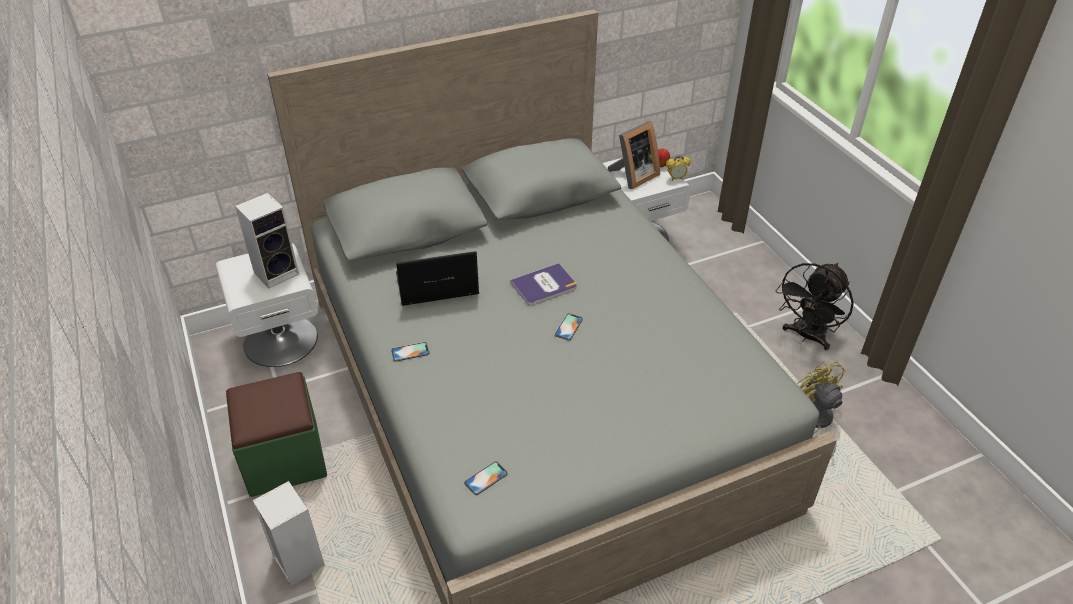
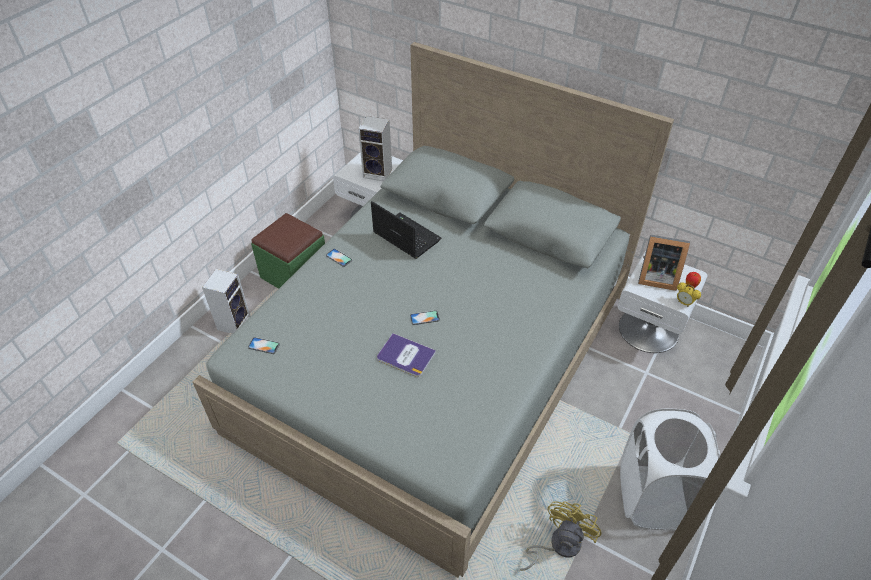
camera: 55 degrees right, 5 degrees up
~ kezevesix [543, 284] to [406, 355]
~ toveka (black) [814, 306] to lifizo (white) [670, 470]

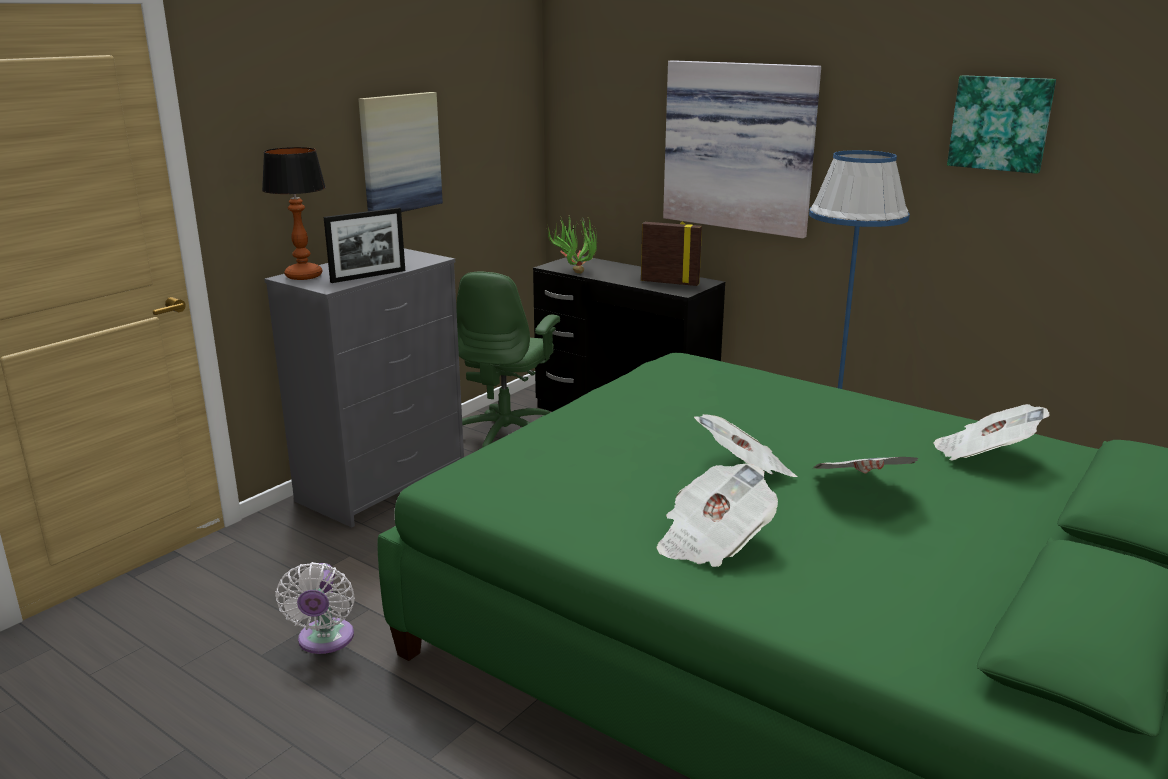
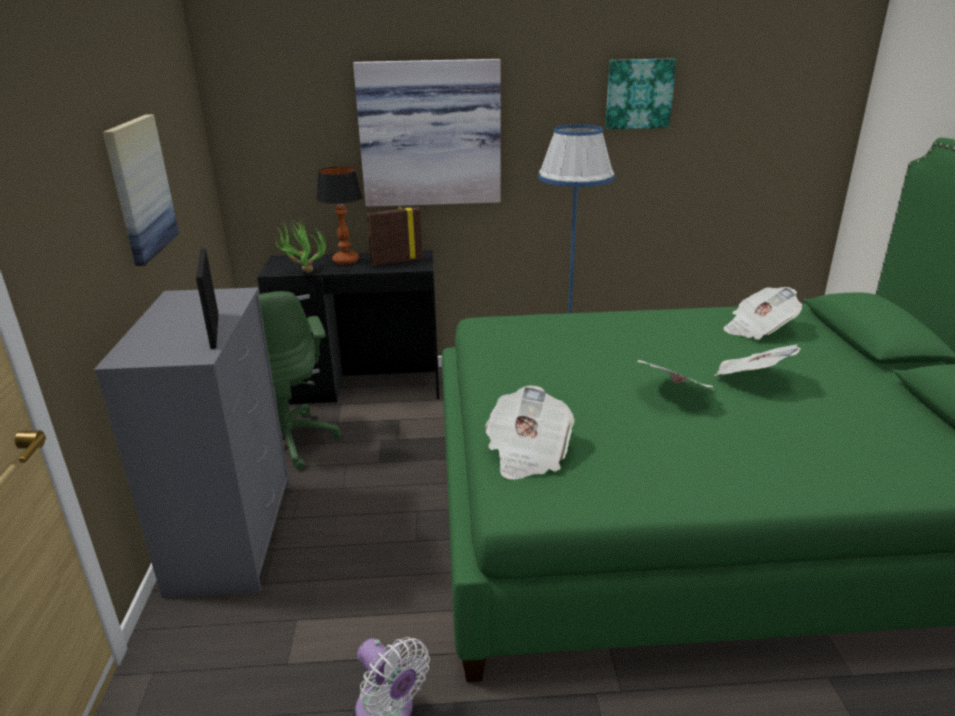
camera: 40 degrees left, 5 degrees up
~ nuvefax [294, 213] to [339, 215]
~ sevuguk [364, 245] = [207, 298] 150 degrees clockwise
~ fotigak [717, 515] to [530, 432]

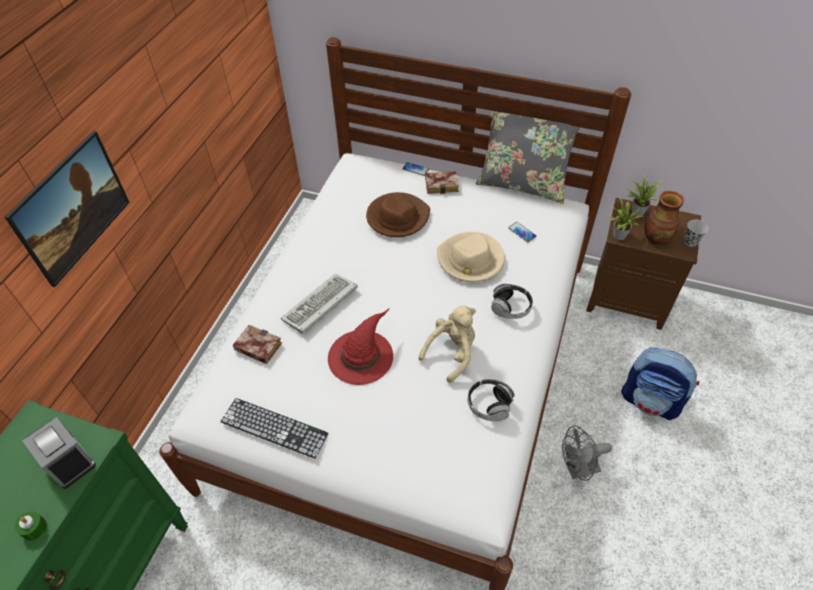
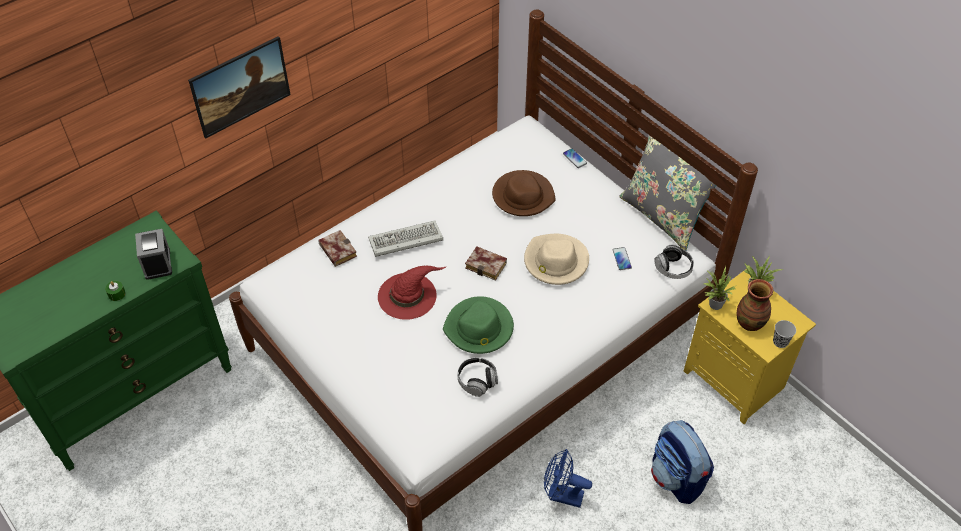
camera: 30 degrees right, 0 degrees up
~ kezevesix [442, 182] to [486, 263]
~ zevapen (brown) [643, 264] to zevapen (yellow) [750, 346]
~ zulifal [512, 301] to [674, 261]
~ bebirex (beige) [447, 344] to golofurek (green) [478, 325]
- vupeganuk [274, 428]
~ toveka (grey) [587, 453] to toveka (blue) [568, 478]

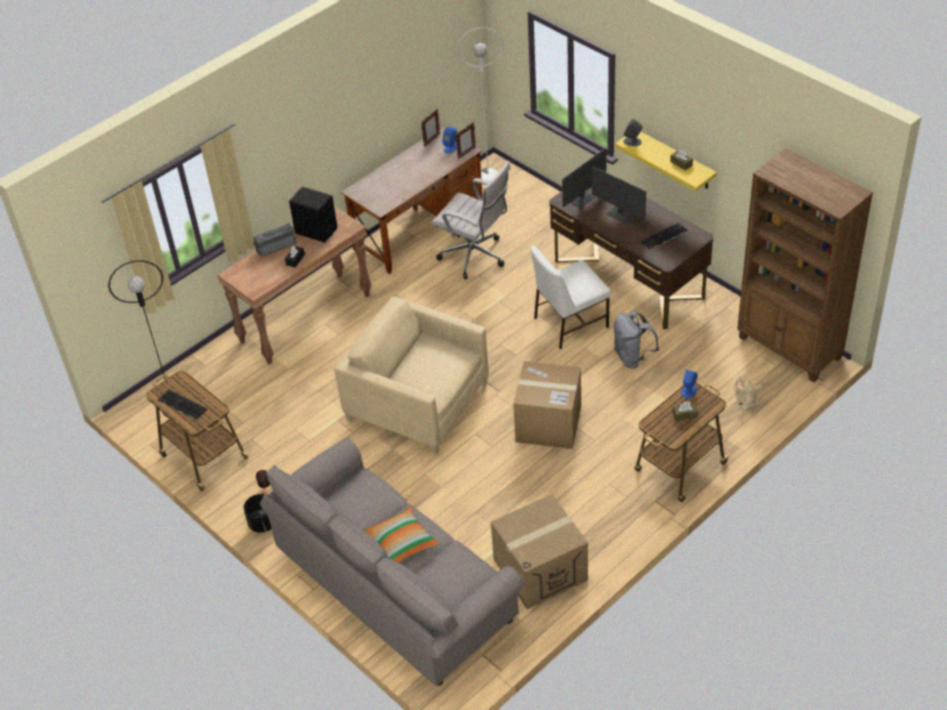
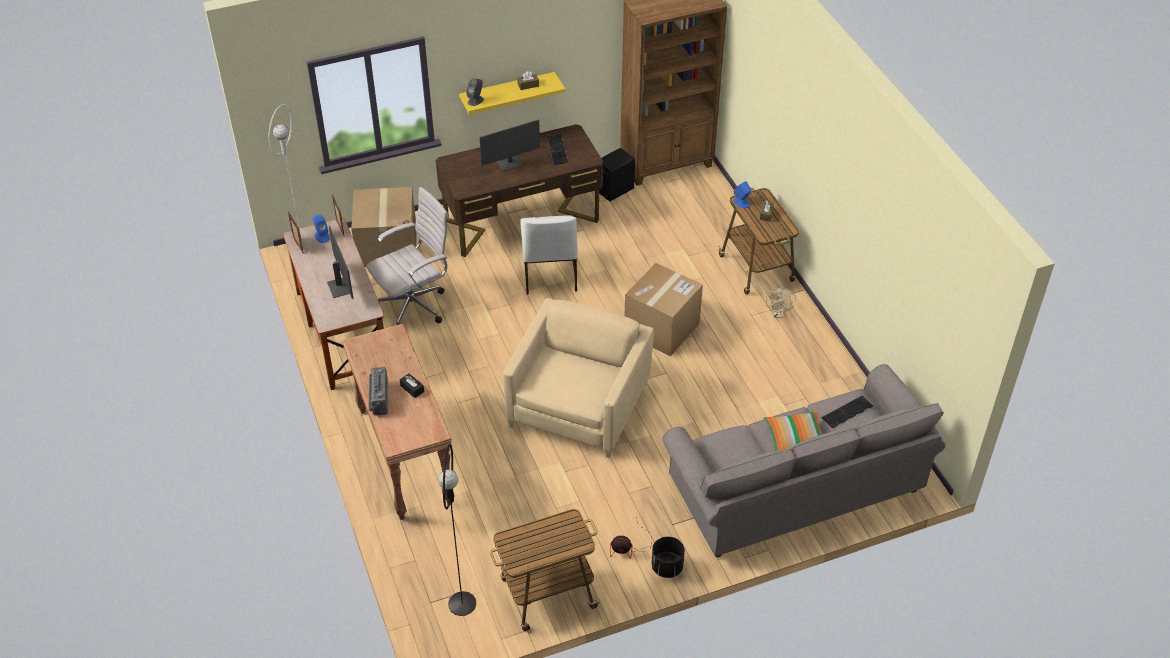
camera: 70 degrees left, 0 degrees up
~ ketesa [584, 178] to [340, 262]
~ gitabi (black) [313, 215] to [617, 174]
~ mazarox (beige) [411, 376] = [578, 378] 150 degrees clockwise
- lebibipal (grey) [636, 339]
~ toveka (beige) [748, 393] to [781, 303]
~ vupeganuk [182, 405] to [847, 412]
~ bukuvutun [539, 551] to [383, 227]

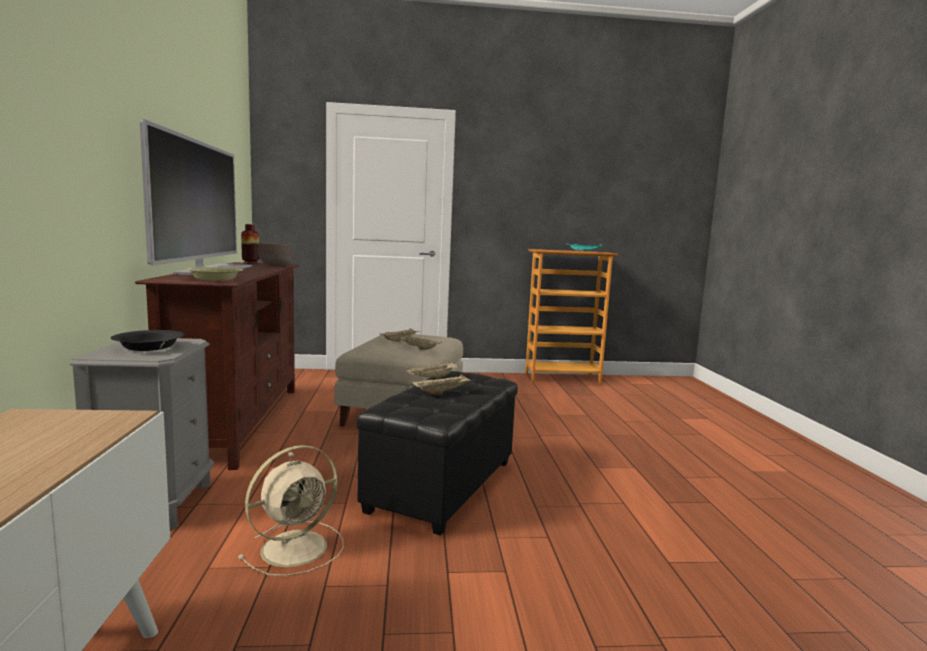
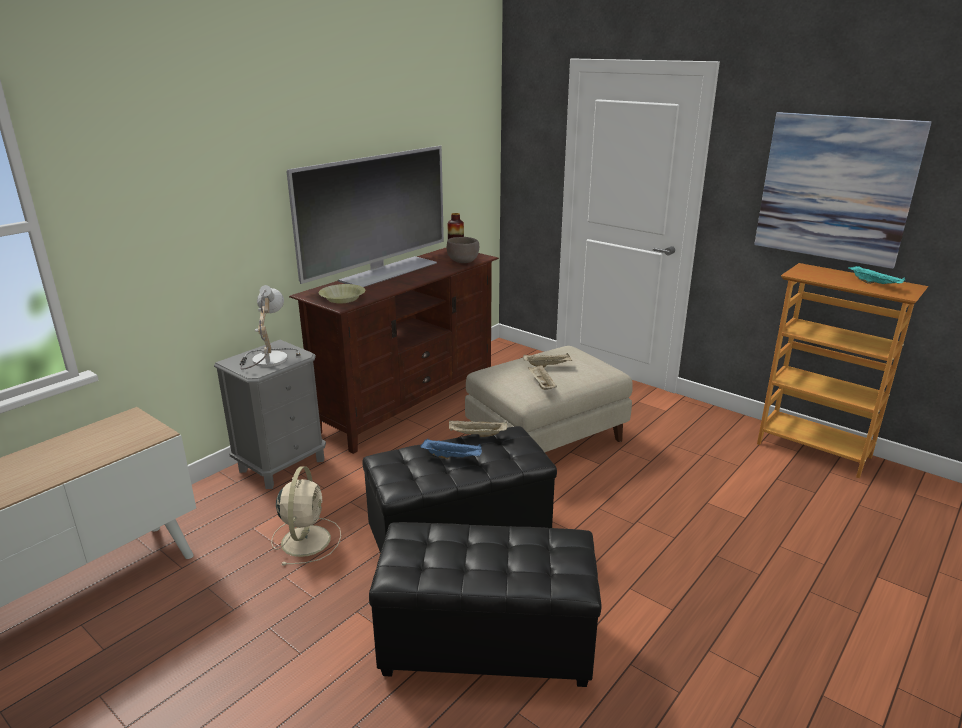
camera: 45 degrees right, 15 degrees up
~ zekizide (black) [148, 340] to nuvefax [270, 327]
~ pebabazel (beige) [443, 384] to pebabazel (blue) [451, 449]
~ toveka (beige) [291, 510] = [306, 516] 90 degrees counterclockwise
+ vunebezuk [843, 190]
+ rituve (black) [485, 604]

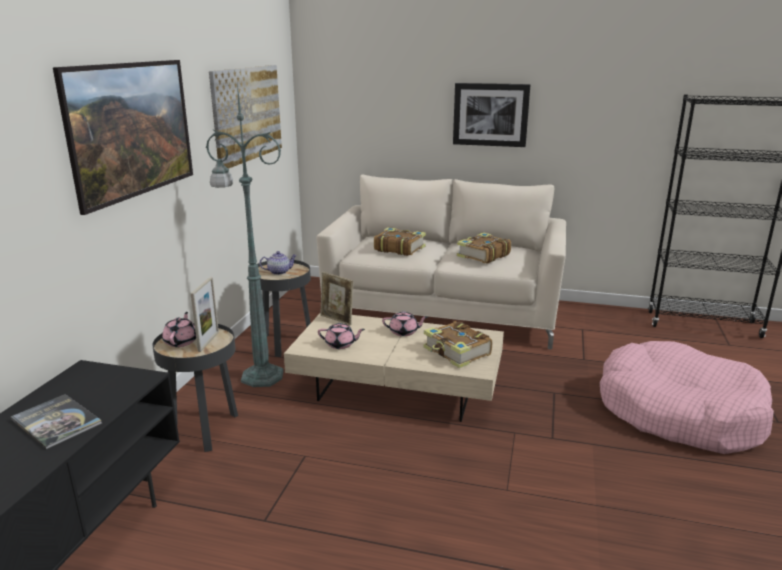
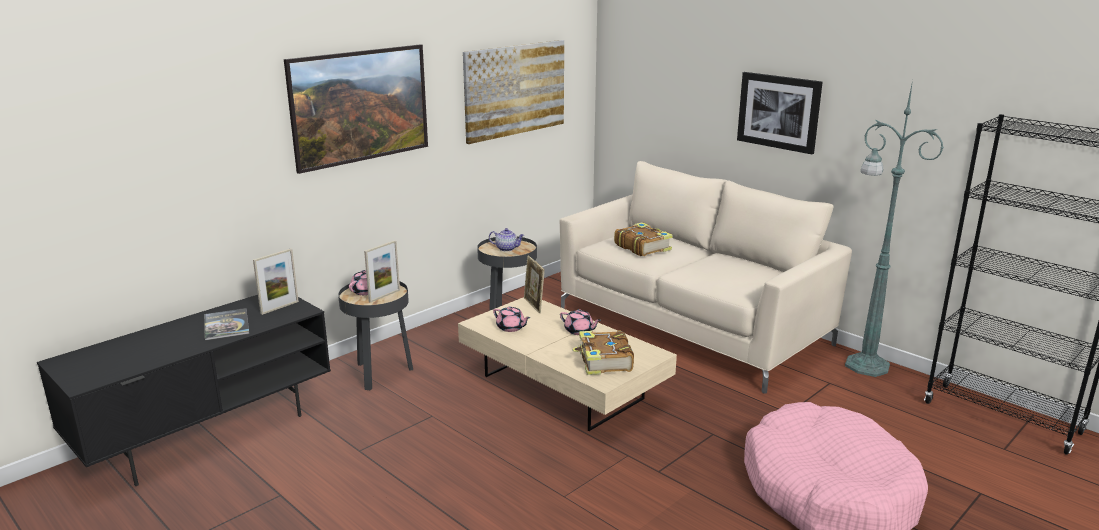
camera: 30 degrees right, 0 degrees up
~ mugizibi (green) [245, 235] to [894, 228]
- kezevesix [484, 248]
+ sevuguk [276, 281]

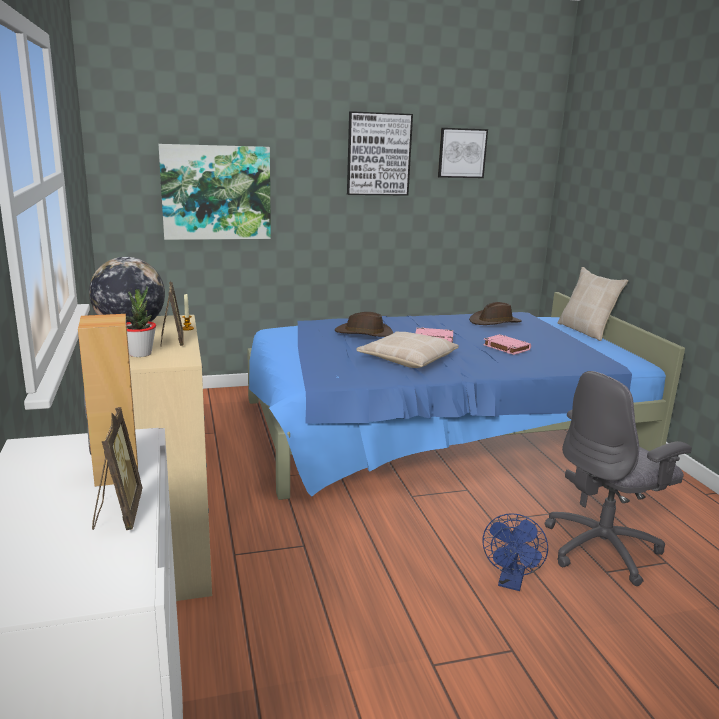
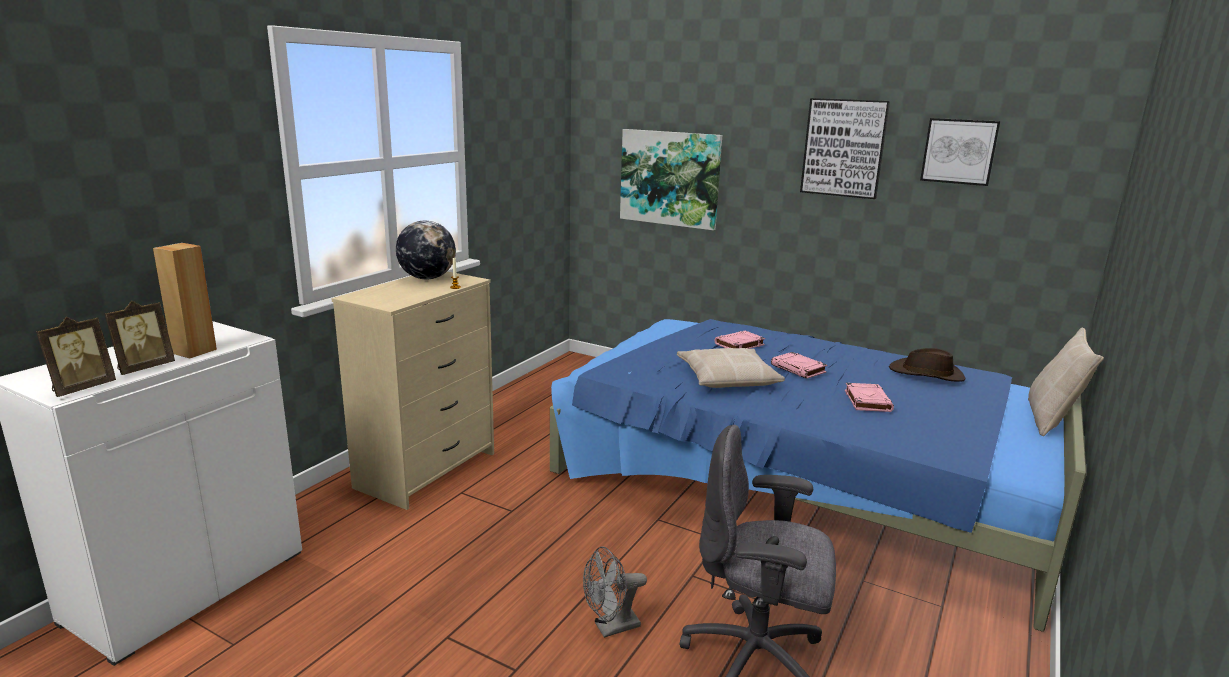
camera: 45 degrees right, 0 degrees up
~ sevuguk [172, 314] to [76, 357]
- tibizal [141, 322]
~ golofurek (brown) [364, 324] to kezevesix (pink) [740, 340]
~ toveka (blue) [515, 552] to toveka (grey) [615, 592]

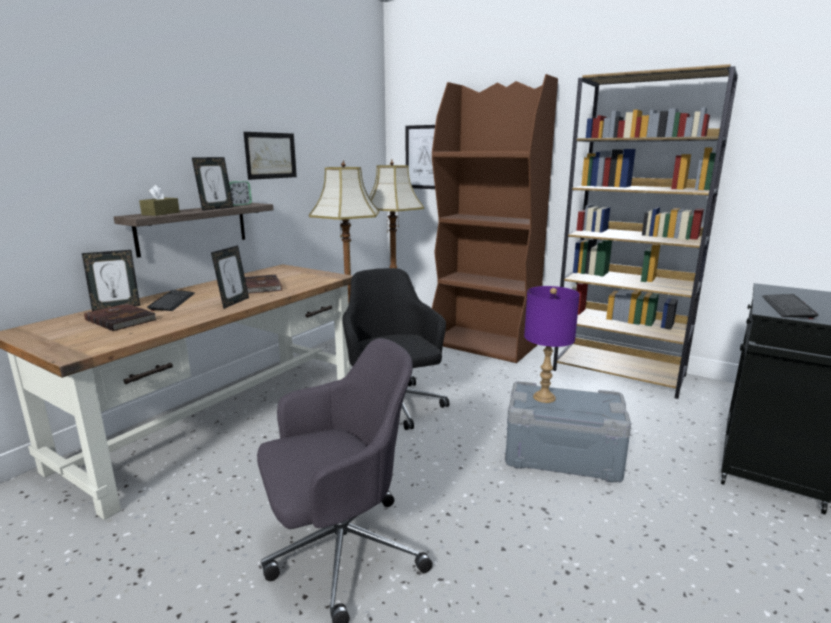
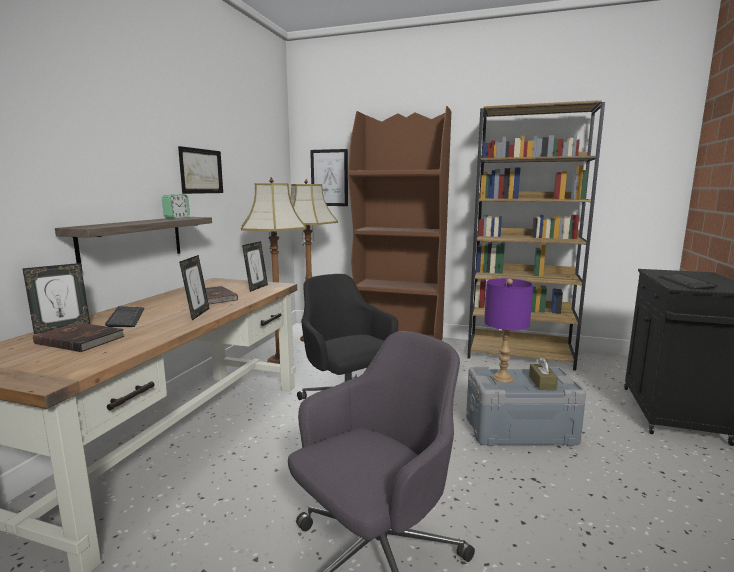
camera: 15 degrees left, 5 degrees down
~ sevuguk [213, 184] to [255, 266]
~ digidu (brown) [159, 200] to [543, 373]

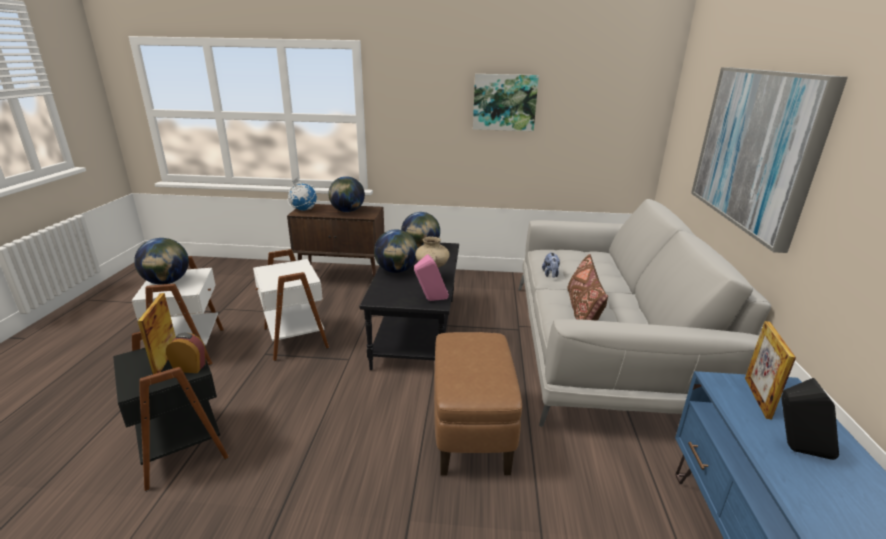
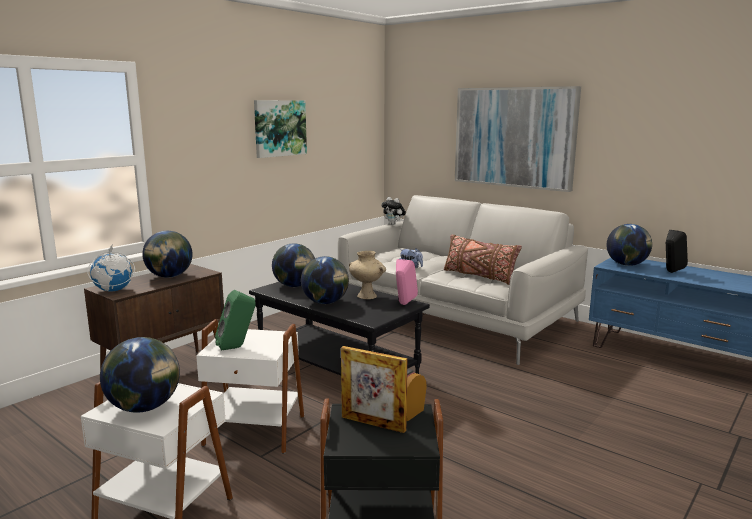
camera: 55 degrees left, 10 degrees down
~ sevuguk [770, 370] to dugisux [629, 245]
- rituve (brown) [478, 404]
+ bebirex [393, 211]
+ gitabi (green) [235, 320]

